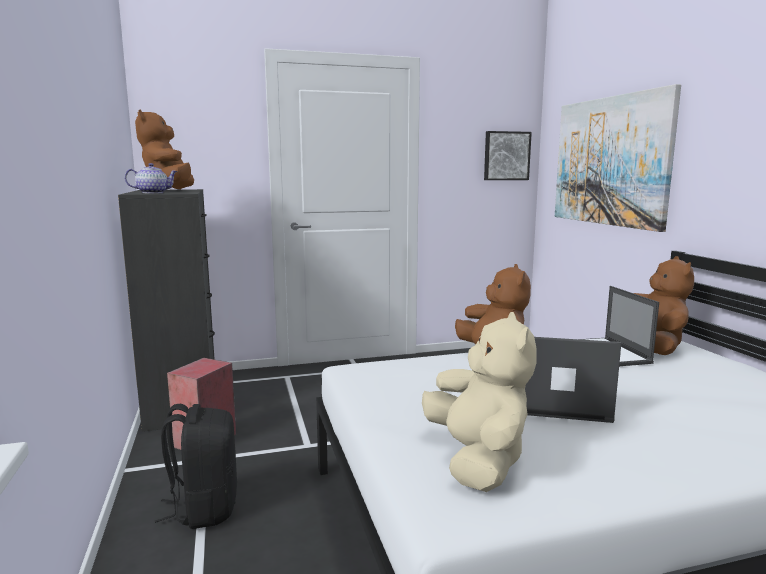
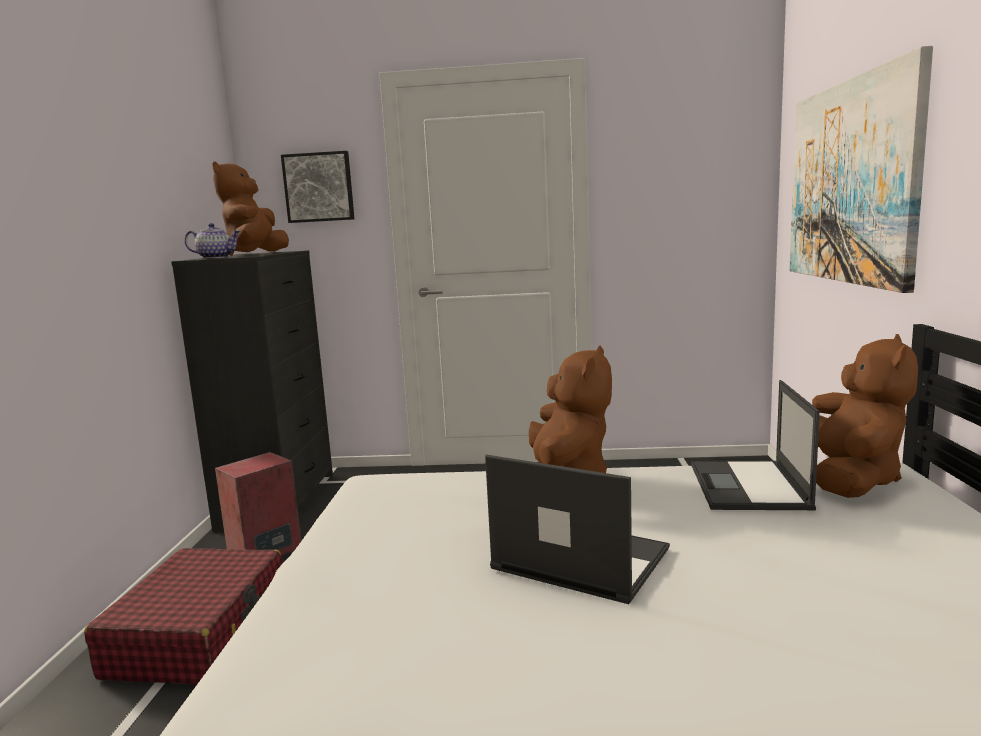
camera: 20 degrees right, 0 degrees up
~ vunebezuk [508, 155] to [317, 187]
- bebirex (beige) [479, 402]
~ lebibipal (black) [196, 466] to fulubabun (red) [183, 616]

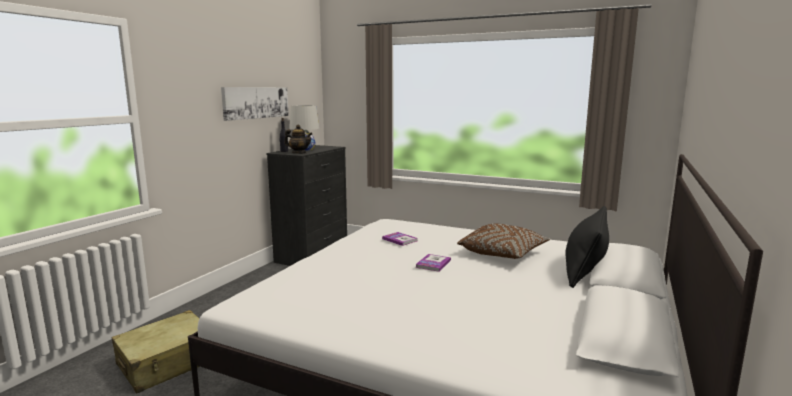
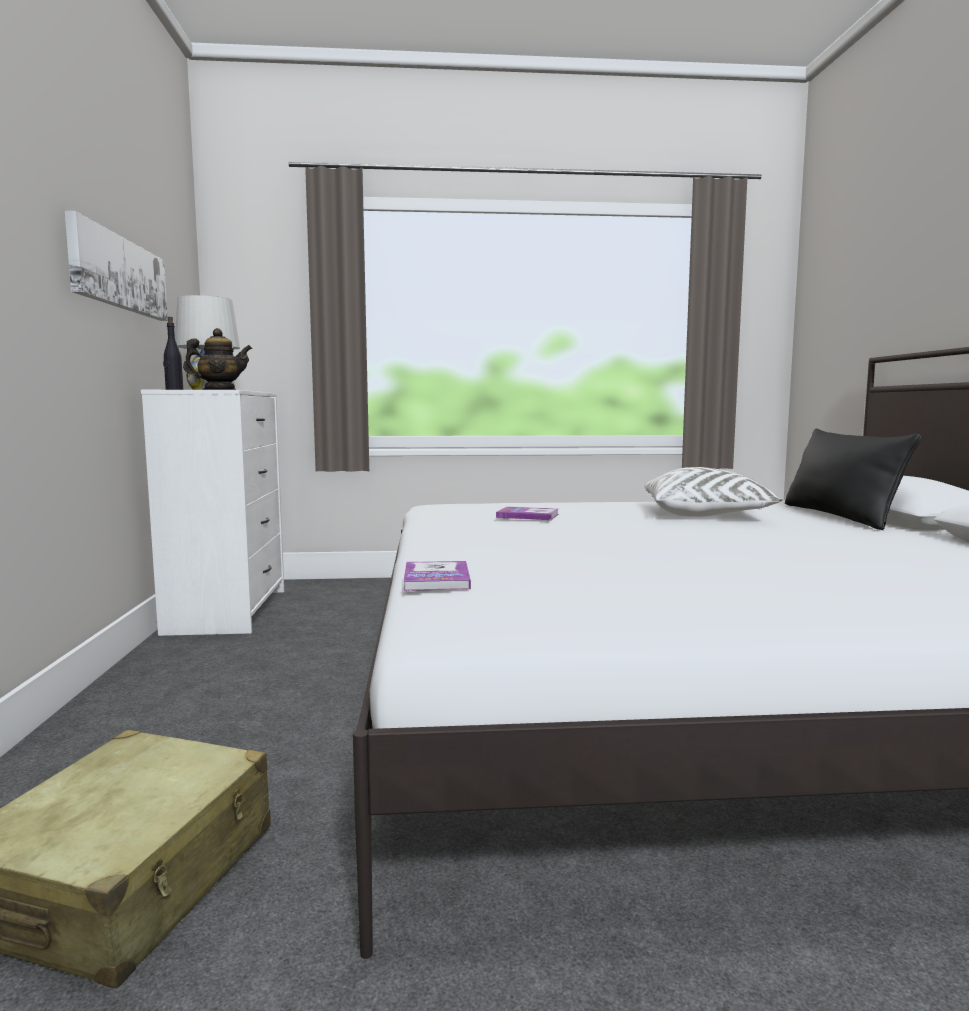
camera: 30 degrees left, 5 degrees down
~ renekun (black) [306, 205] to renekun (white) [212, 513]
~ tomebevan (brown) [503, 241] to tomebevan (white) [713, 491]
~ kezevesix [433, 263] to [437, 576]

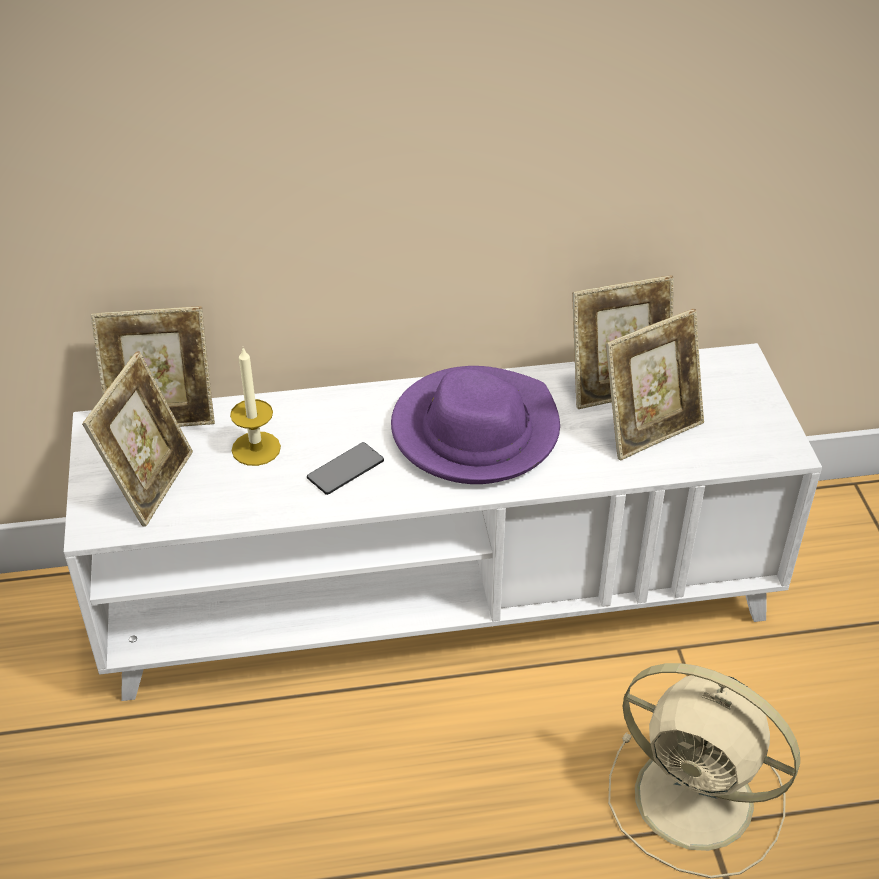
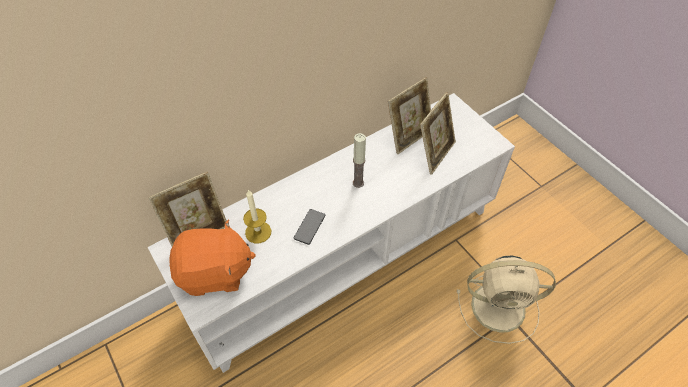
camera: 25 degrees left, 10 degrees up
~ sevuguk [137, 439] to bebirex (orange) [213, 258]
~ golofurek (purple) [475, 425] to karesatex [359, 160]

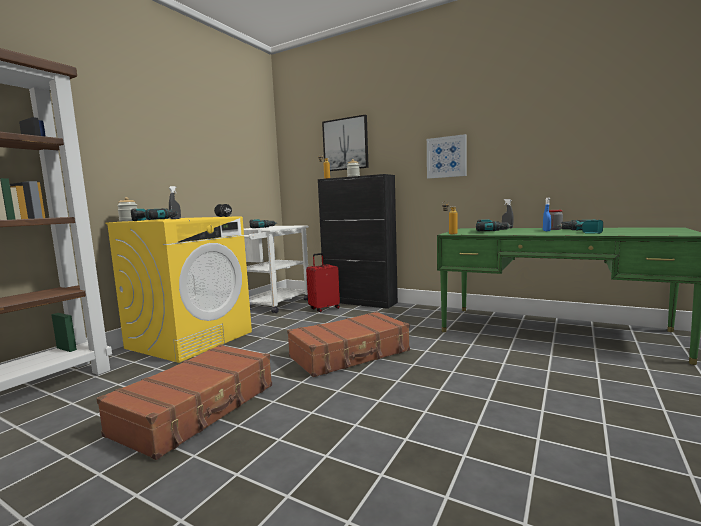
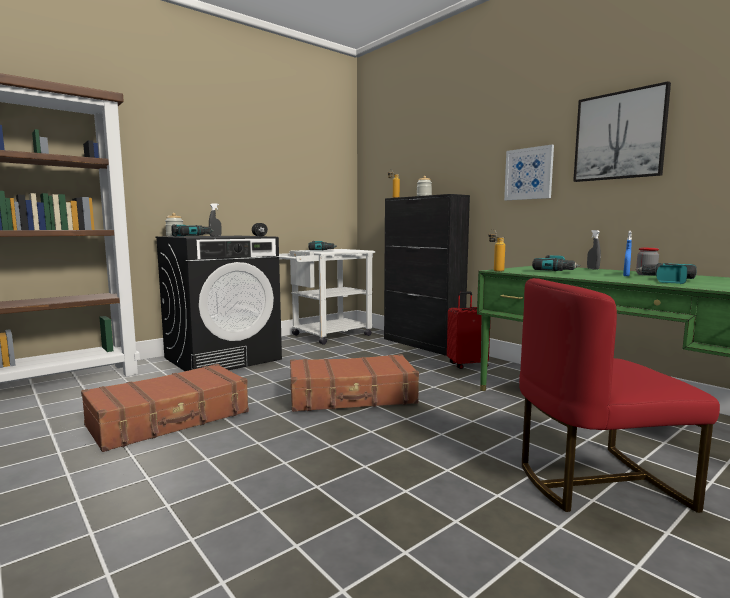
camera: 20 degrees right, 0 degrees up
~ vunebezuk [345, 143] to [622, 131]
~ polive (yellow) [179, 289] to polive (black) [219, 303]
~ fulubabun (red) [323, 282] to [469, 330]
+ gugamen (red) [619, 395]

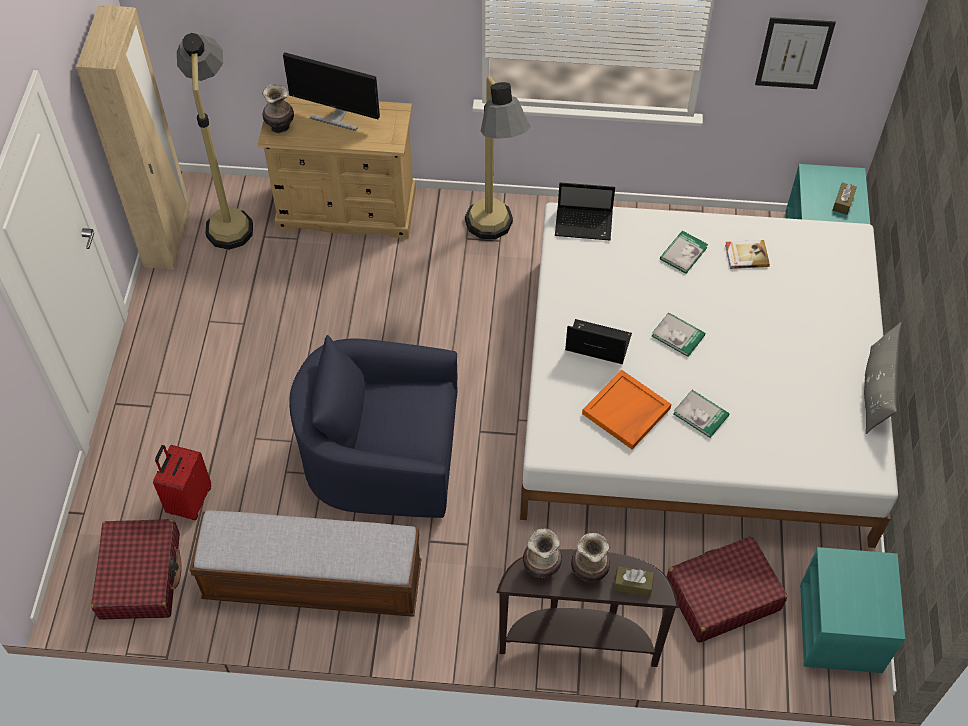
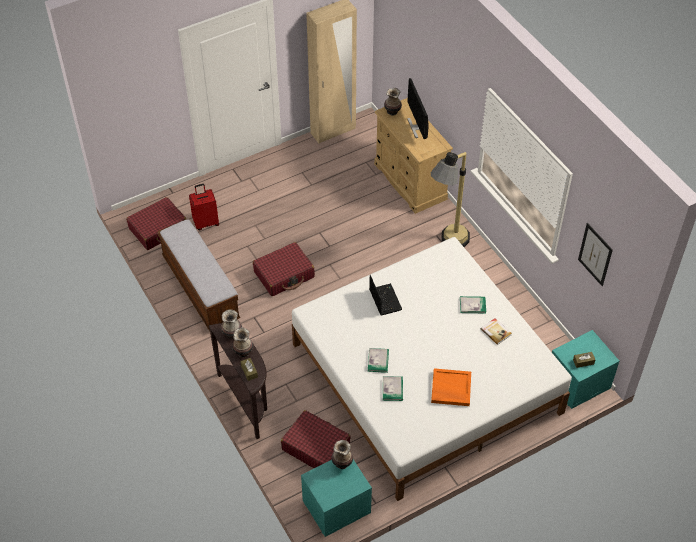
camera: 55 degrees right, 5 degrees down
- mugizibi [215, 141]
- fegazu [585, 211]
~ kezevesix [678, 334] to [393, 388]
- tomebevan (grey) [883, 378]
~ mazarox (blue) [373, 426] to fulubabun (red) [284, 269]
~ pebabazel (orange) [626, 409] to [451, 387]
+ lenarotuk [342, 454]

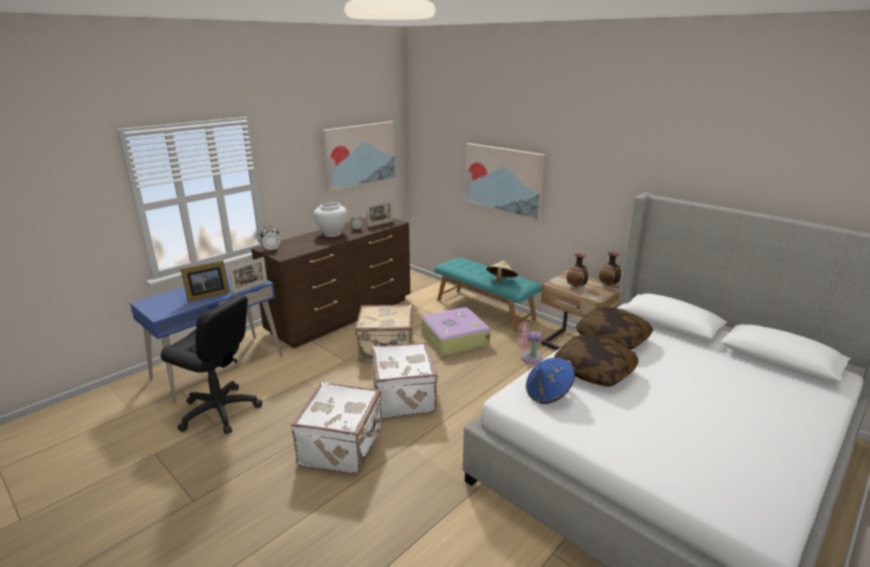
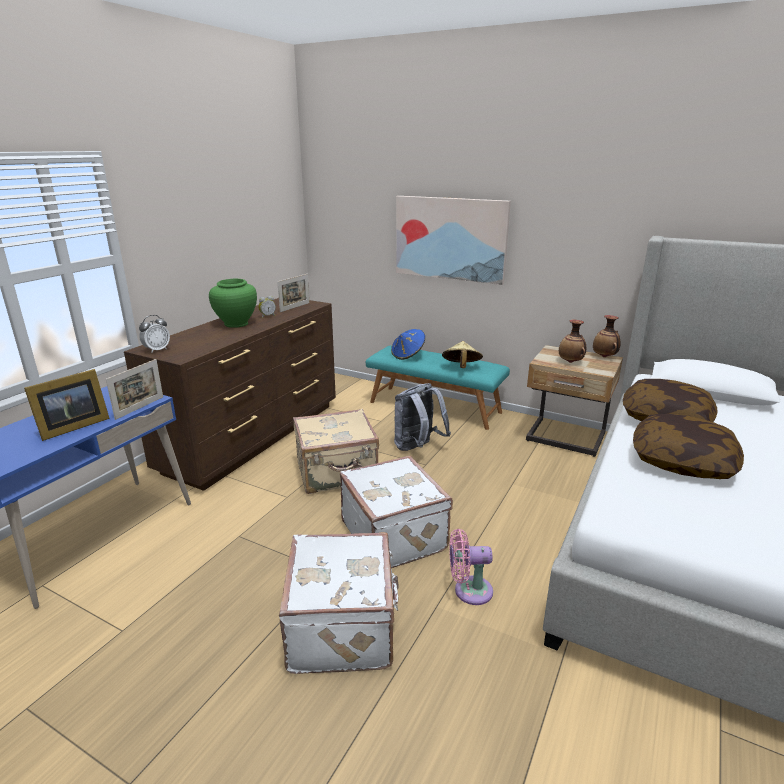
camera: 15 degrees left, 0 degrees up
- vunebezuk [359, 156]
~ lenarotuk (white) [330, 219] to lenarotuk (green) [233, 303]
- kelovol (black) [211, 364]
~ fulubabun [456, 331] to lebibipal (grey) [422, 417]
~ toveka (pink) [530, 342] to [471, 567]
~ golofurek (blue) [550, 381] to [408, 344]

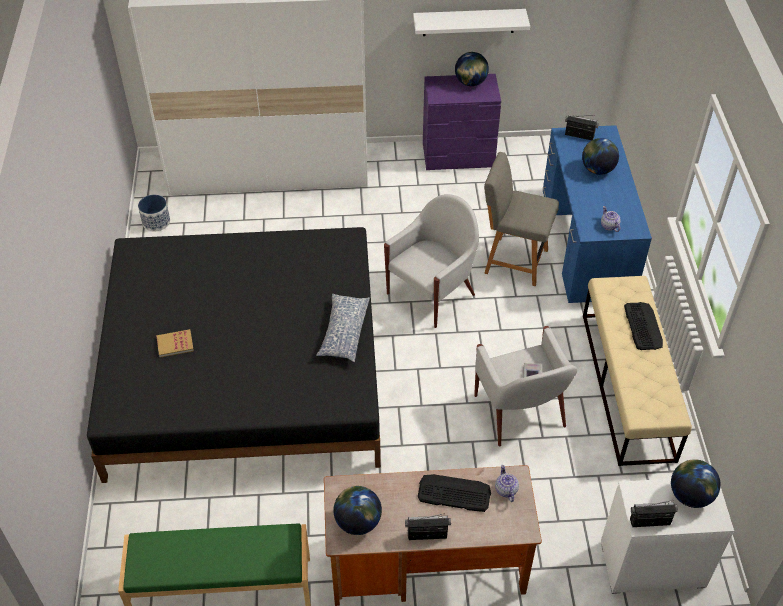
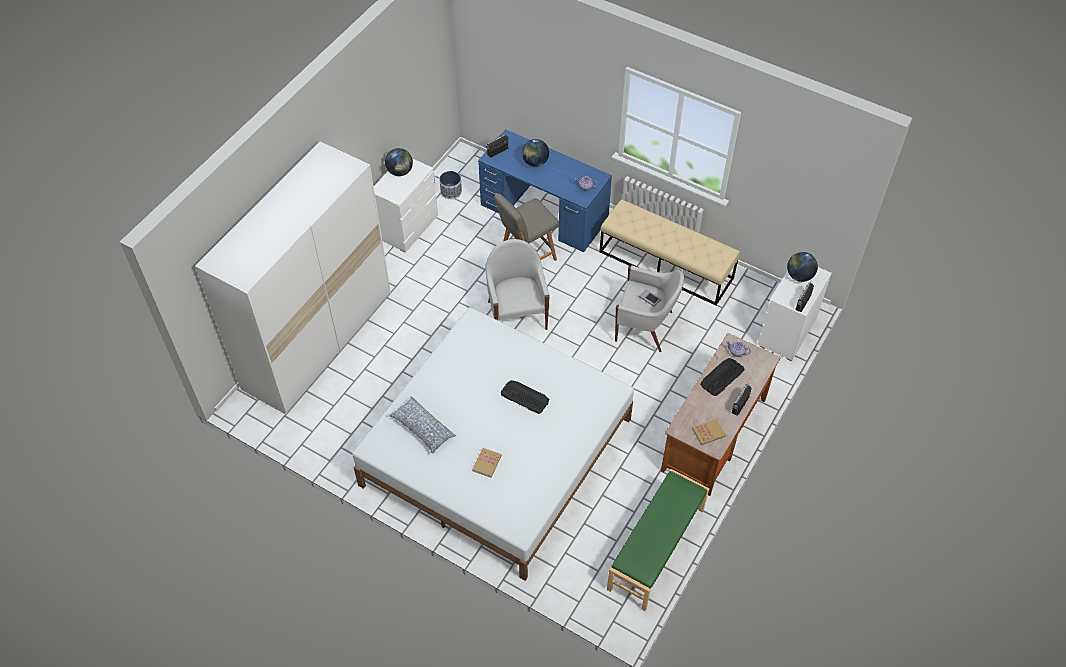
camera: 55 degrees left, 5 degrees up
- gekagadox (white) [471, 22]
~ renekun (purple) [462, 122] to renekun (white) [406, 205]
~ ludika [154, 213] to [450, 185]
~ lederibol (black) [234, 355] to lederibol (white) [493, 444]
~ tomebevan [343, 328] to [422, 425]
~ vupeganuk [643, 326] to [525, 397]
~ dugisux [357, 510] to kezevesix [709, 432]

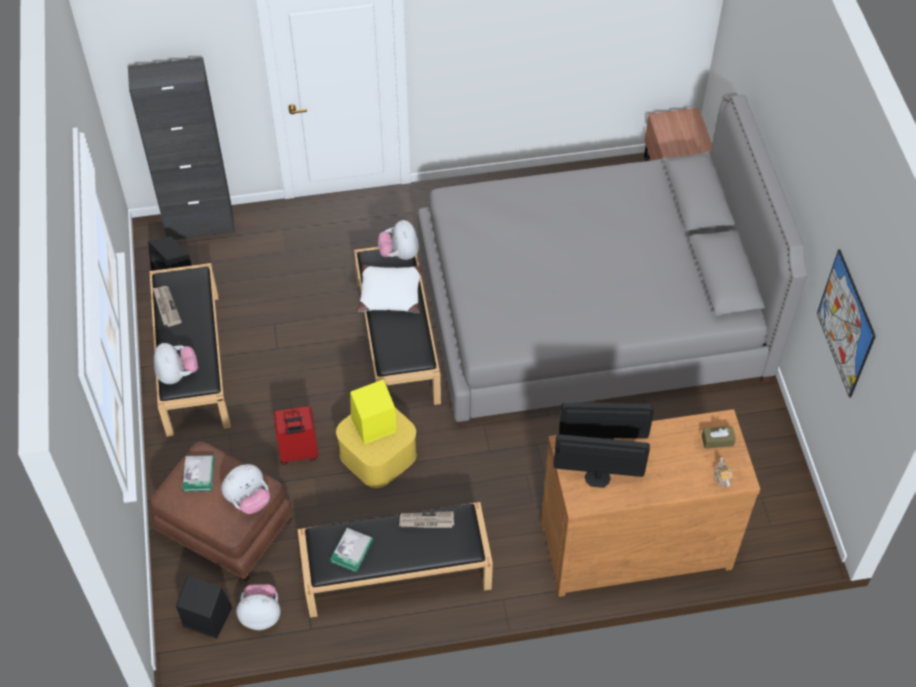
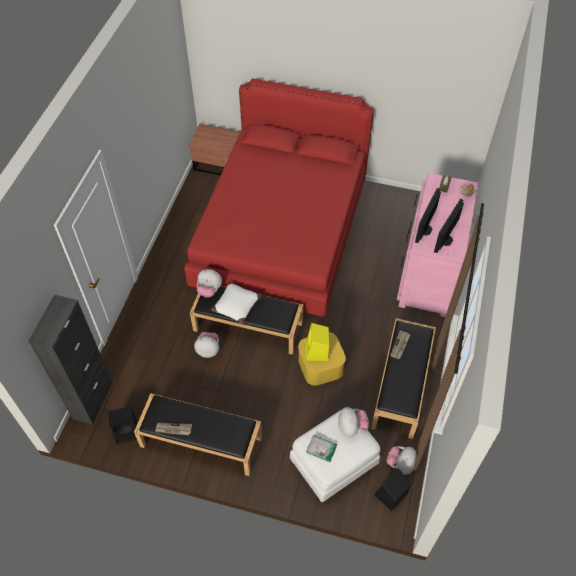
camera: 65 degrees left, 0 degrees up
~ lederibol (grey) [612, 260] to lederibol (red) [279, 199]
- vunebezuk [846, 323]
~ bebirex [176, 363] to [206, 345]
- fulubabun (red) [296, 435]
~ renekun (brown) [650, 503] to renekun (pink) [438, 245]
~ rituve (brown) [221, 512] to rituve (white) [335, 456]
- kezevesix [352, 550]

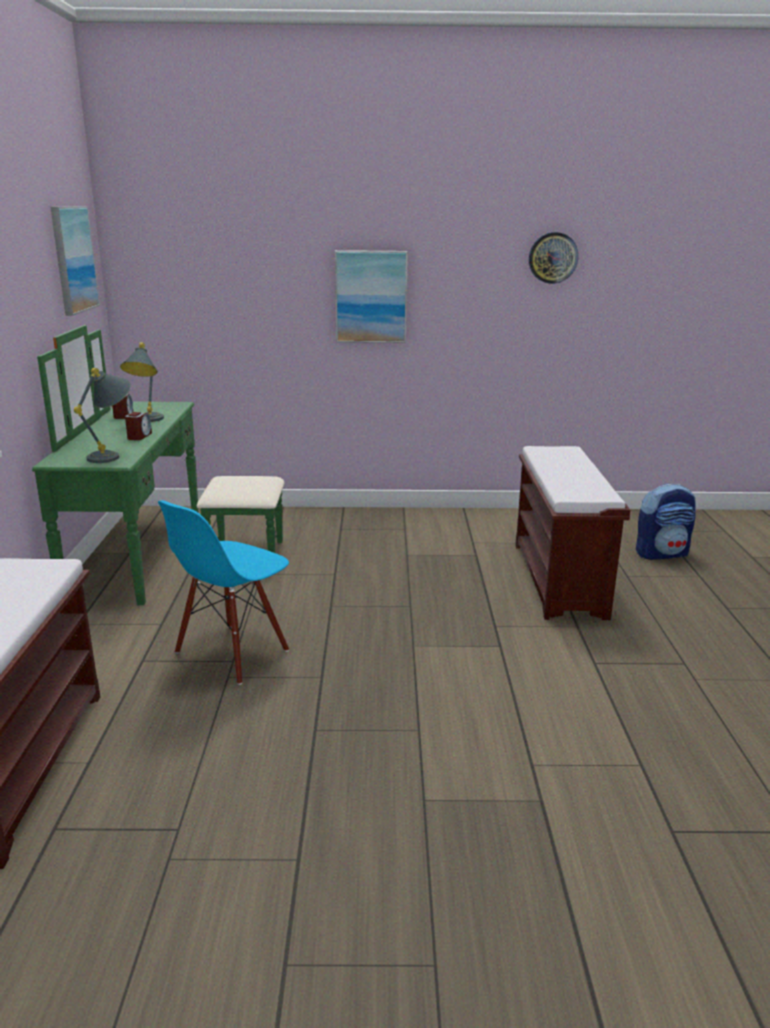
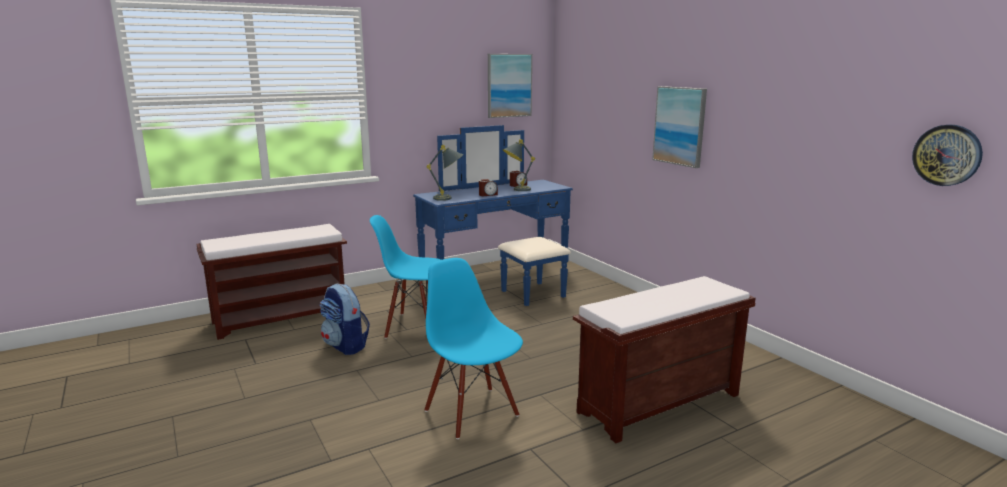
camera: 60 degrees right, 5 degrees down
~ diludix [553, 258] to [947, 155]
~ renekun (green) [158, 465] to renekun (blue) [493, 215]
~ lebibipal [666, 522] to [344, 319]
+ gugamen (blue) [473, 348]

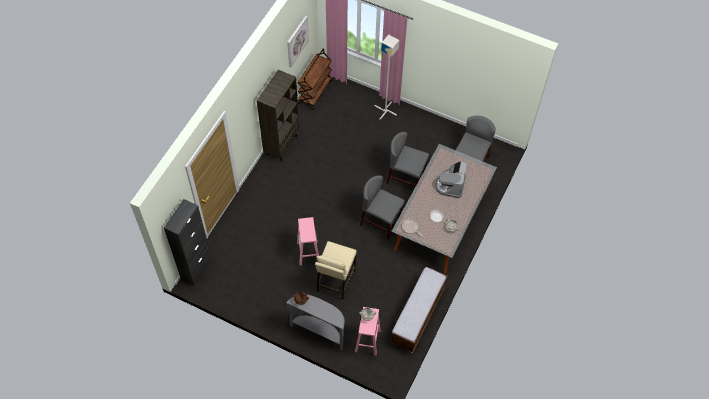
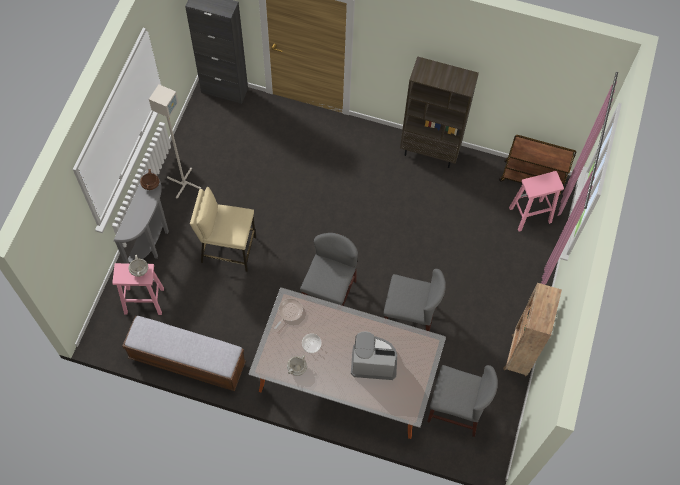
camera: 80 degrees right, 5 degrees up
- vunebezuk [298, 41]
~ mugizibi (grey) [387, 77] to [175, 142]
~ gugamen (grey) [407, 159] = [414, 300] 90 degrees clockwise
~ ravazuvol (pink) [308, 241] to [536, 201]
+ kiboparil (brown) [532, 329]

